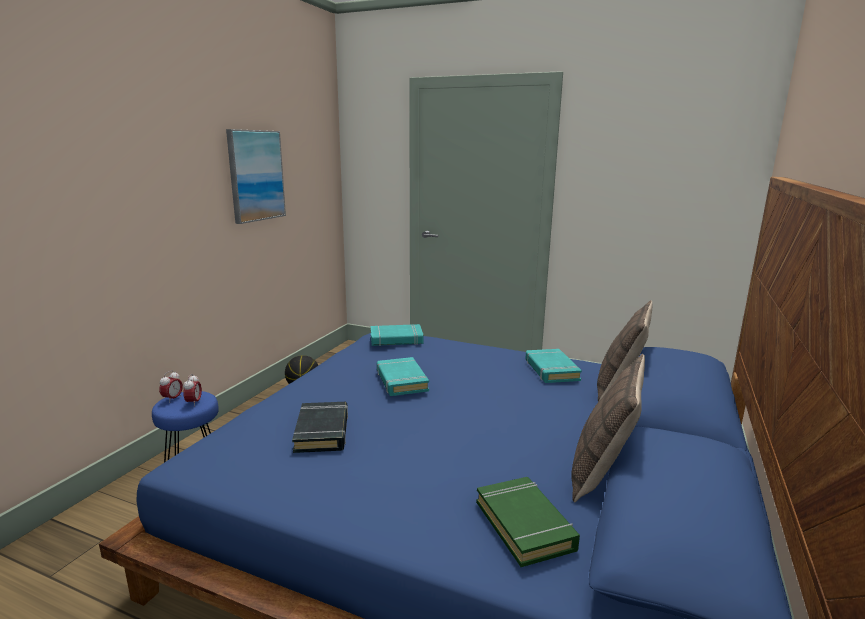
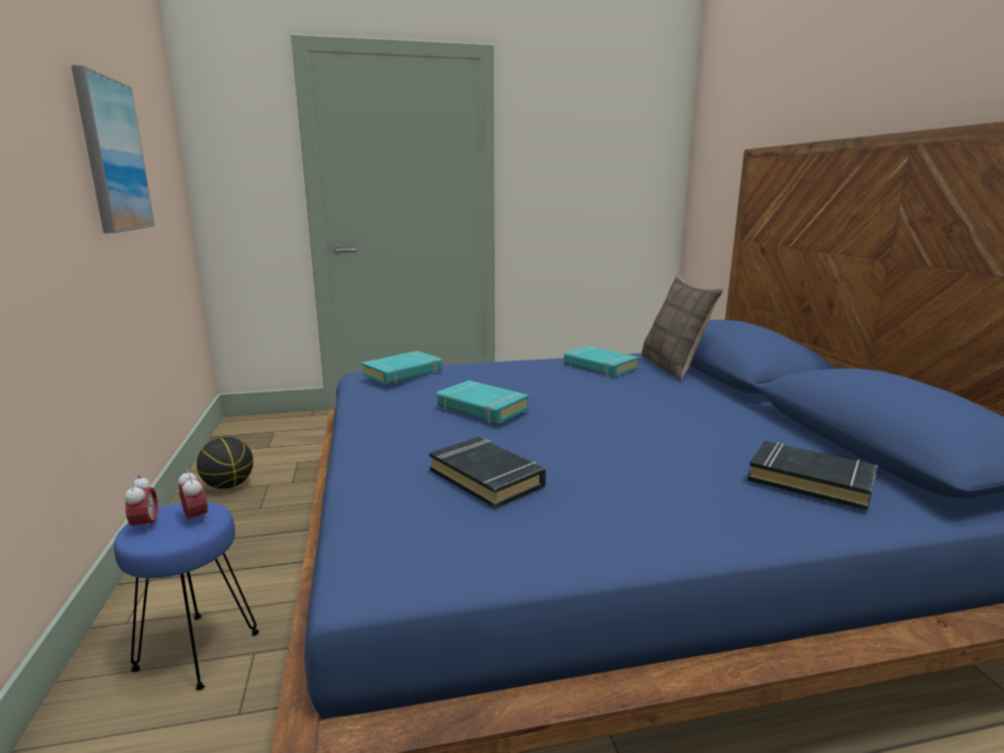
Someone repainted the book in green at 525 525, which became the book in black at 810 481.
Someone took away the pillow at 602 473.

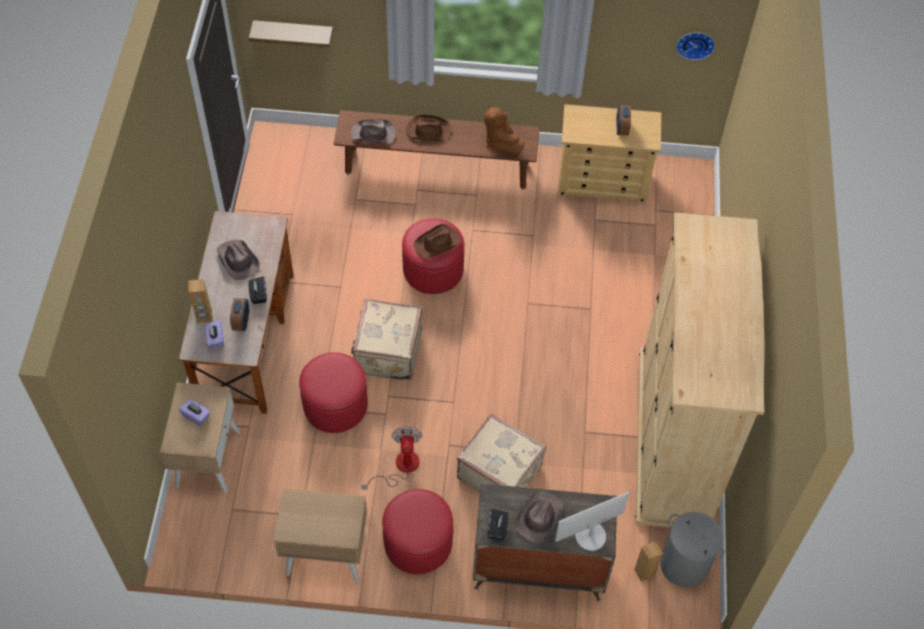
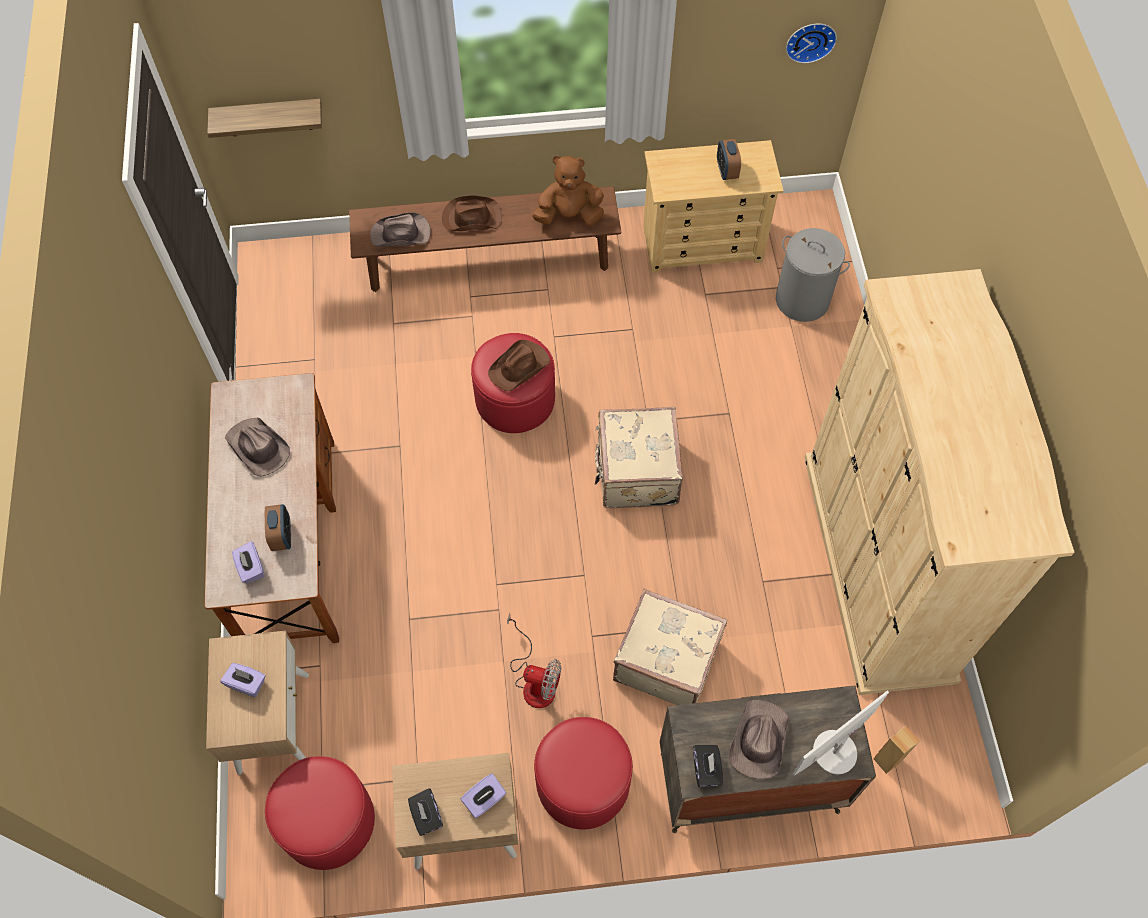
Someone took away the speaker in brown at 204 316.
Someone carried the tissue box in black from 258 295 to 426 816.
Someone carried the ottoman in red from 335 405 to 327 821.
Someone carried the suitcase in beige from 387 352 to 635 472.
Someone rotated the fan at 400 467 by 120 degrees clockwise.
Someone rotated the plush toy in brown at 500 142 by 120 degrees clockwise.
Someone carried the laundry basket in grey from 684 565 to 802 300.
Someone put down the tissue box in purple at 484 799.

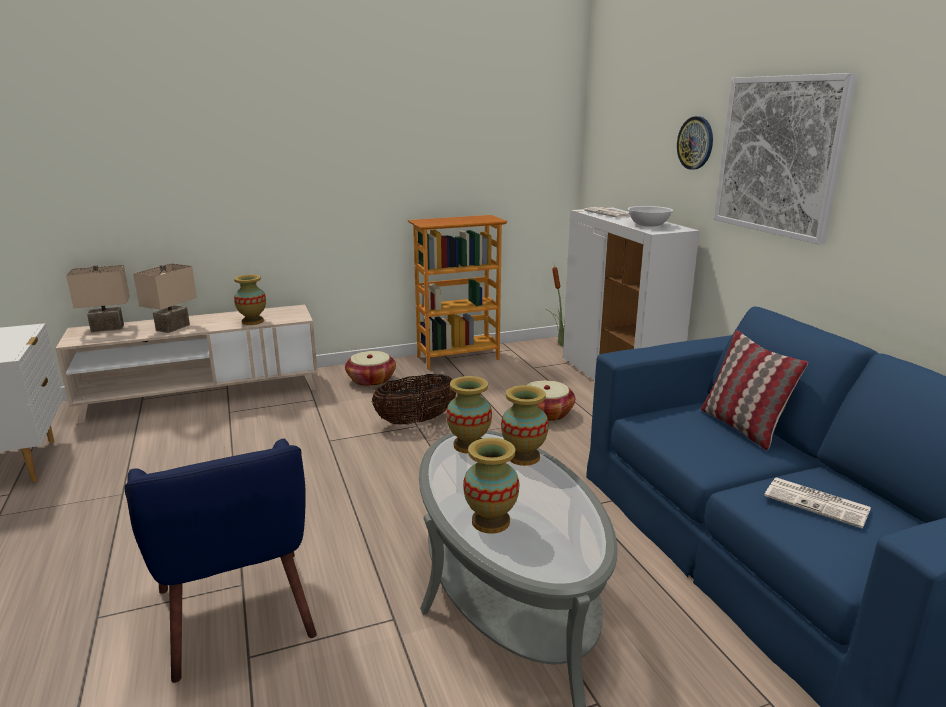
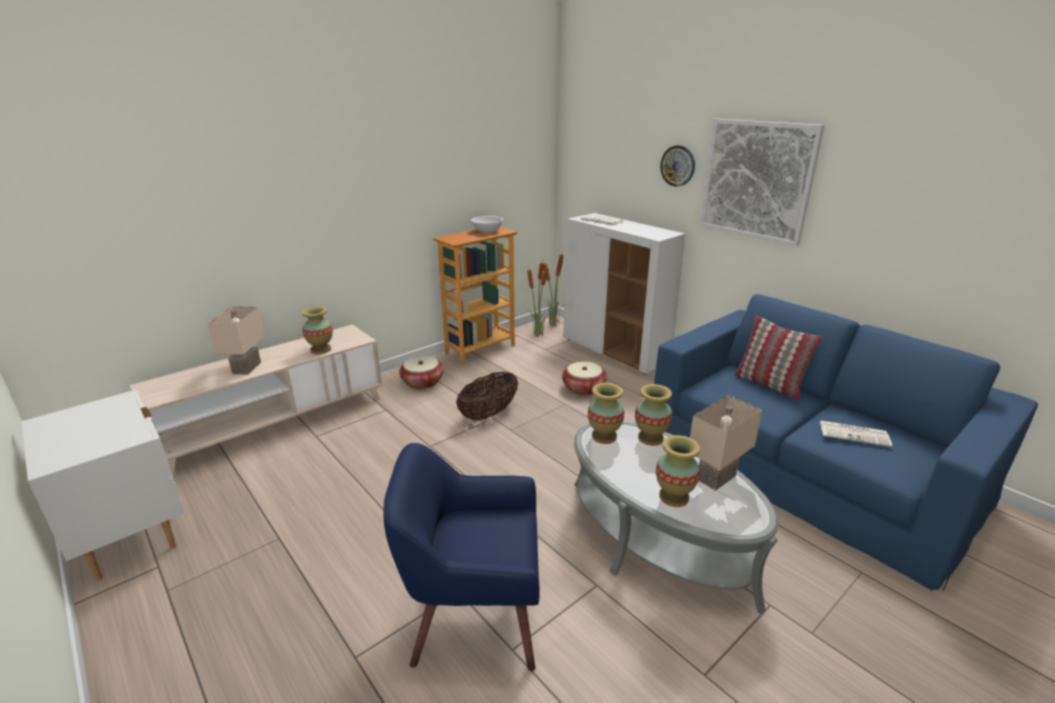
Someone carried the table lamp in beige from 108 327 to 714 476.
Someone rotated the armchair in blue at 237 612 by 135 degrees clockwise.
Someone carried the bowl in white from 648 225 to 487 231.
Someone put down the potted plant at 537 335.

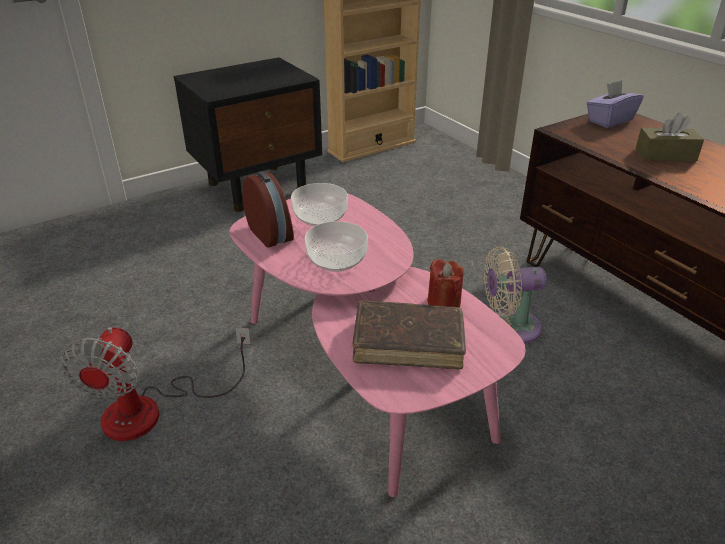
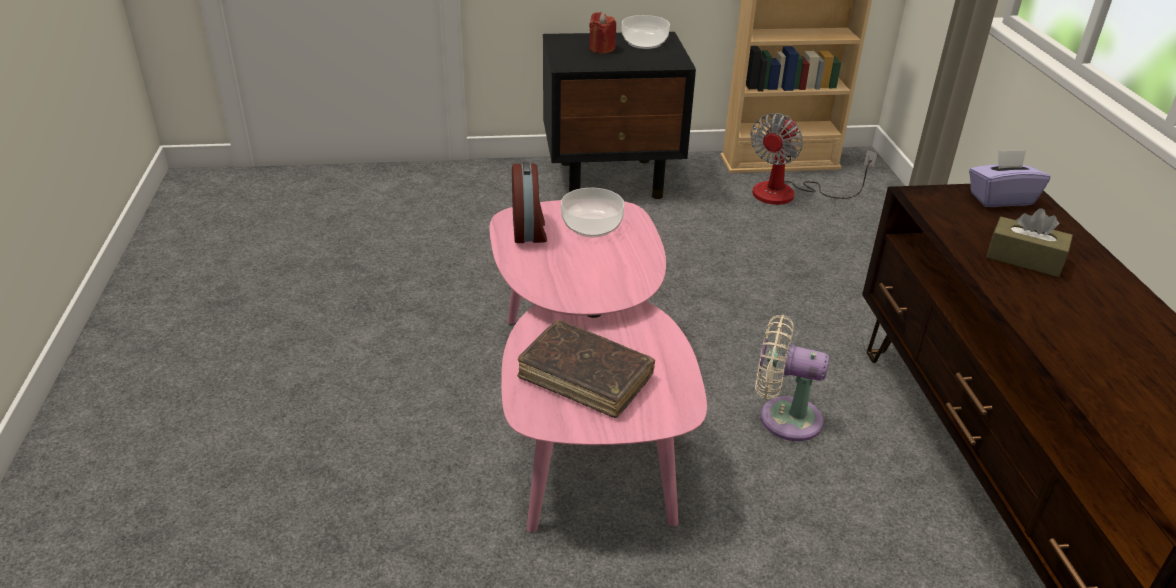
Someone carried the fan from 152 410 to 789 194.
Someone carried the bowl from 337 259 to 645 43.
Someone carried the candle in red from 443 302 to 601 49.

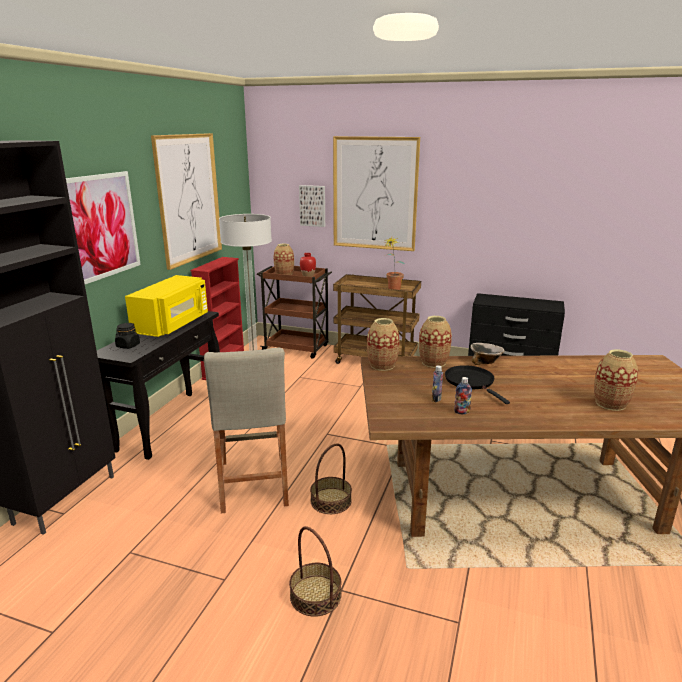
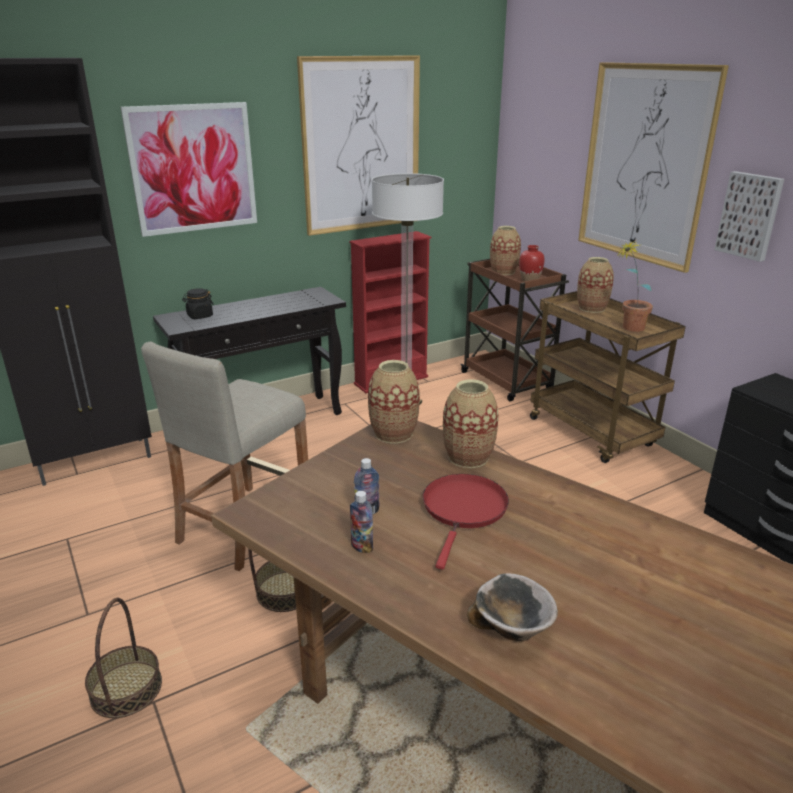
Someone took away the microwave in yellow at 173 324.
Someone carried the picture from 313 205 to 750 215.
Someone repainted the frying pan in black at 471 382, which became the frying pan in red at 464 510.
Someone carried the bowl from 485 361 to 513 628.
Someone carried the vase from 610 404 to 591 308.

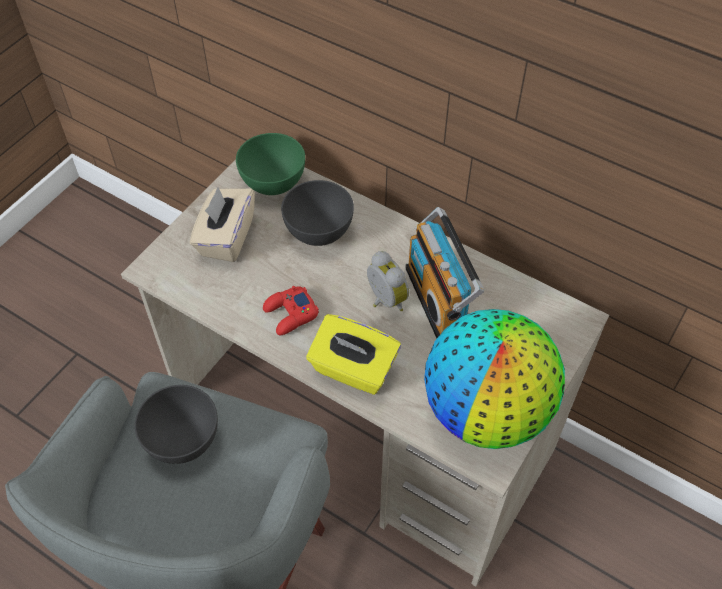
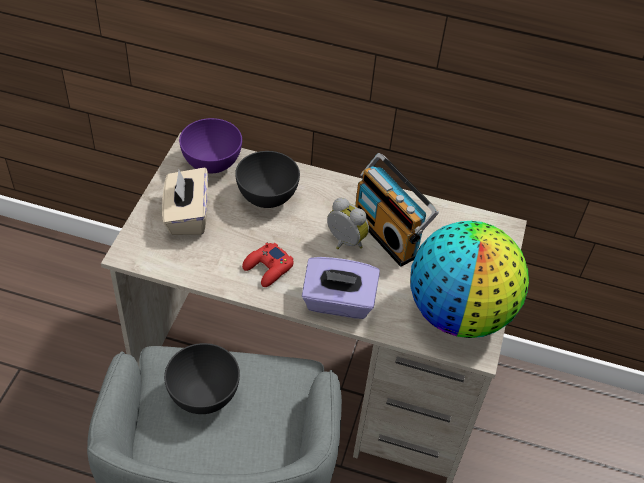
Someone repainted the bowl in green at 274 182, which became the bowl in purple at 212 163.
Someone repainted the tissue box in yellow at 353 369, which became the tissue box in purple at 338 302.

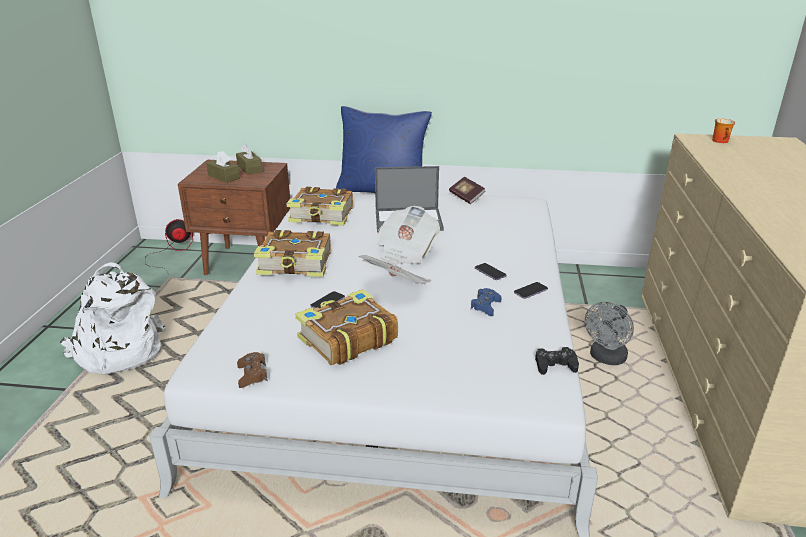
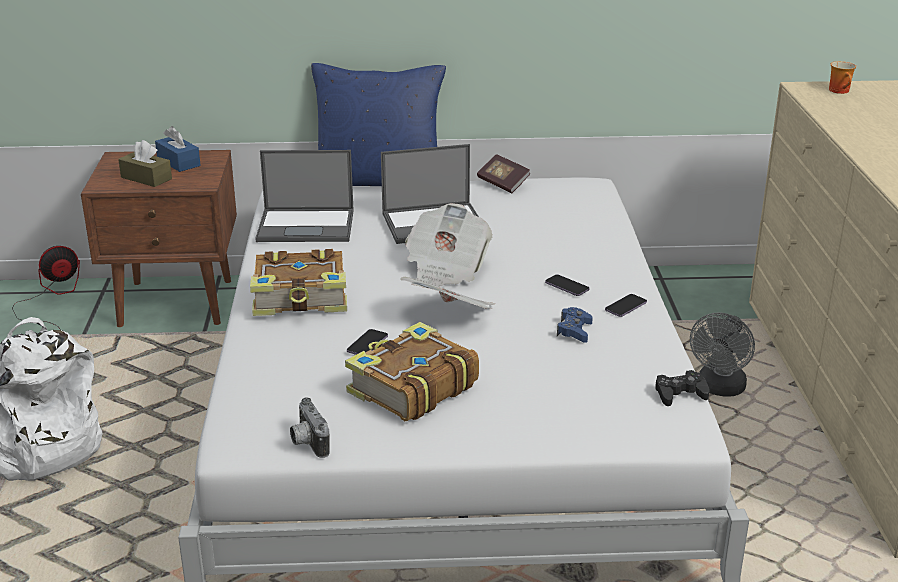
Someone repainted the tissue box in brown at 249 168, which became the tissue box in blue at 178 162.
Someone swapped the game controller in brown at 252 374 for the photo camera at 307 443.
Someone swapped the book at 322 216 for the laptop at 307 226.

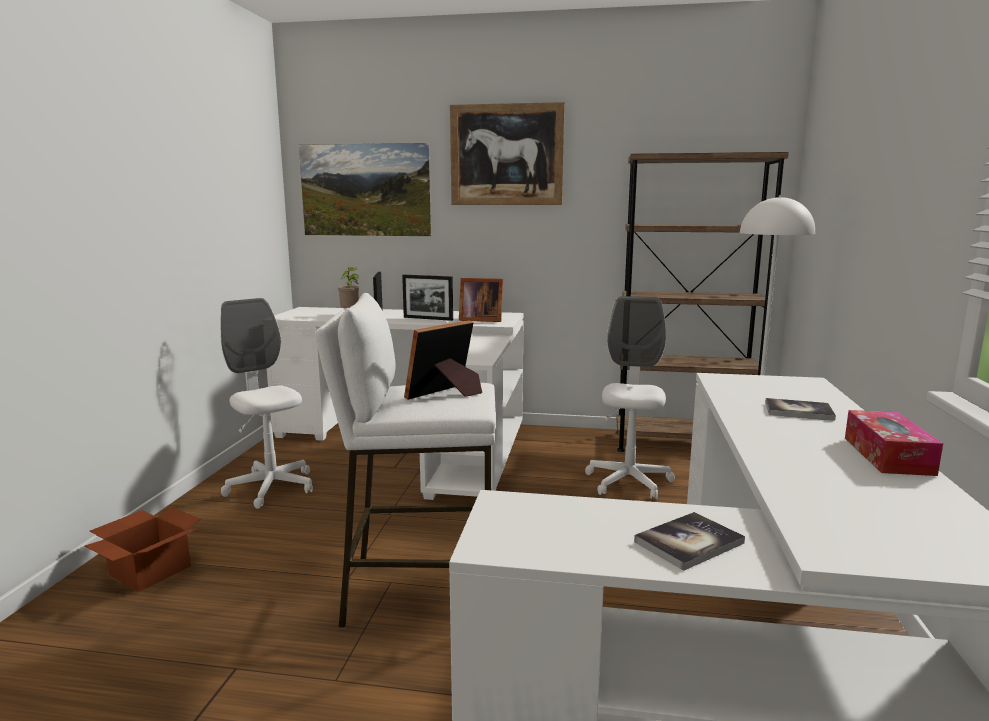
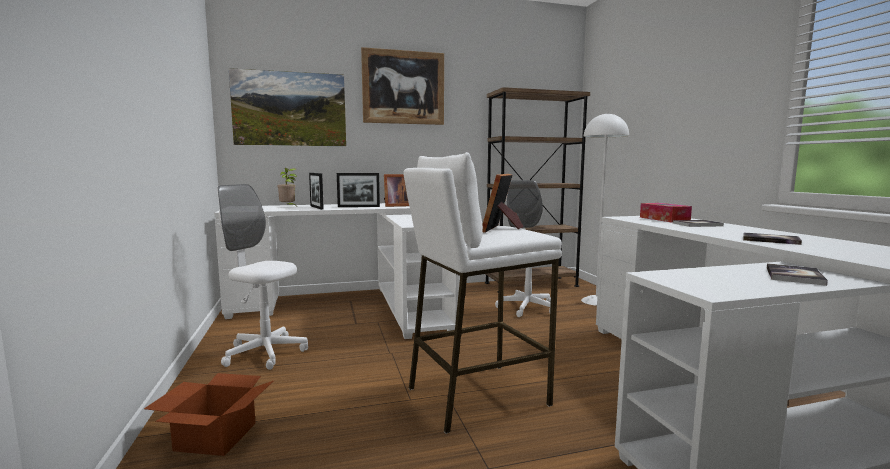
Someone carried the tissue box from 887 455 to 664 219.
Someone put down the book at 770 240.

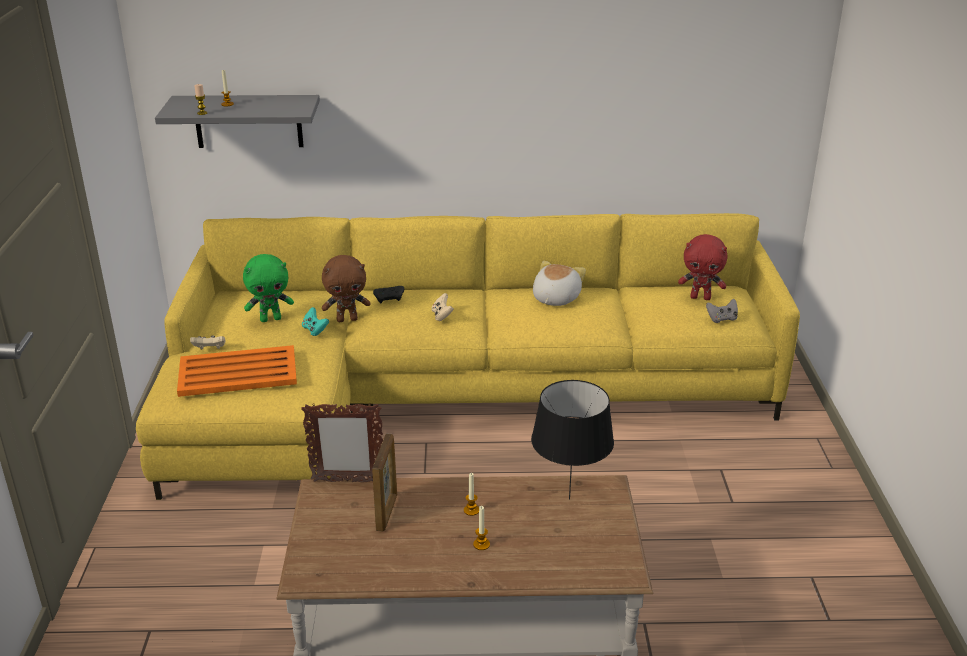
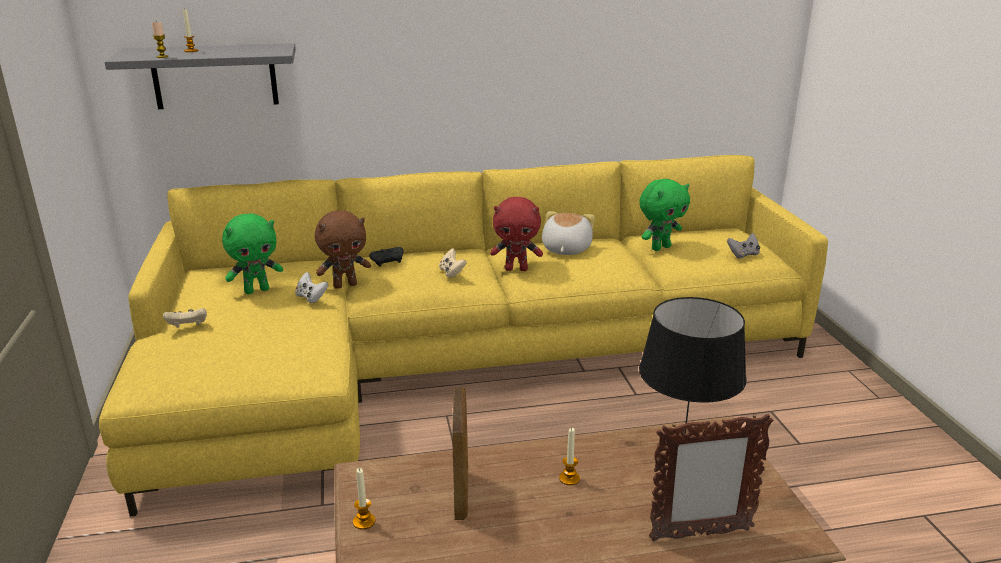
Someone took away the tray in orange at 236 372.
Someone carried the picture frame from 347 481 to 700 534.
Someone repainted the game controller in turquoise at 315 330, which became the game controller in white at 311 298.
Someone carried the candle from 481 544 to 364 521.
Someone carried the plush toy in red from 700 297 to 516 269.
Someone put down the plush toy in green at 660 248.

